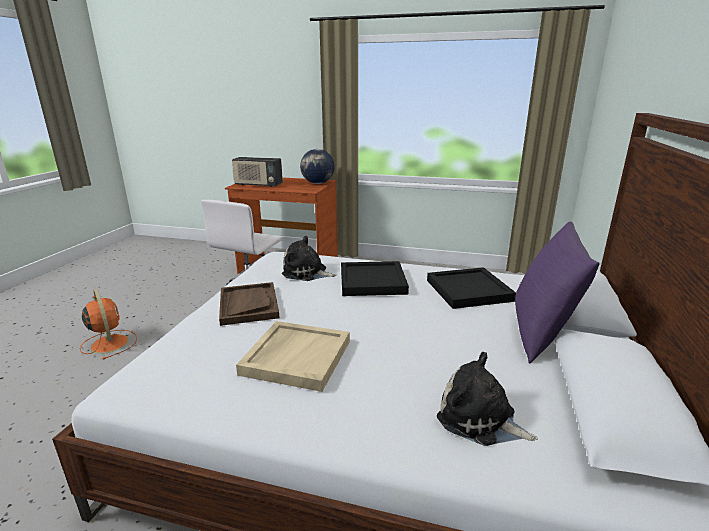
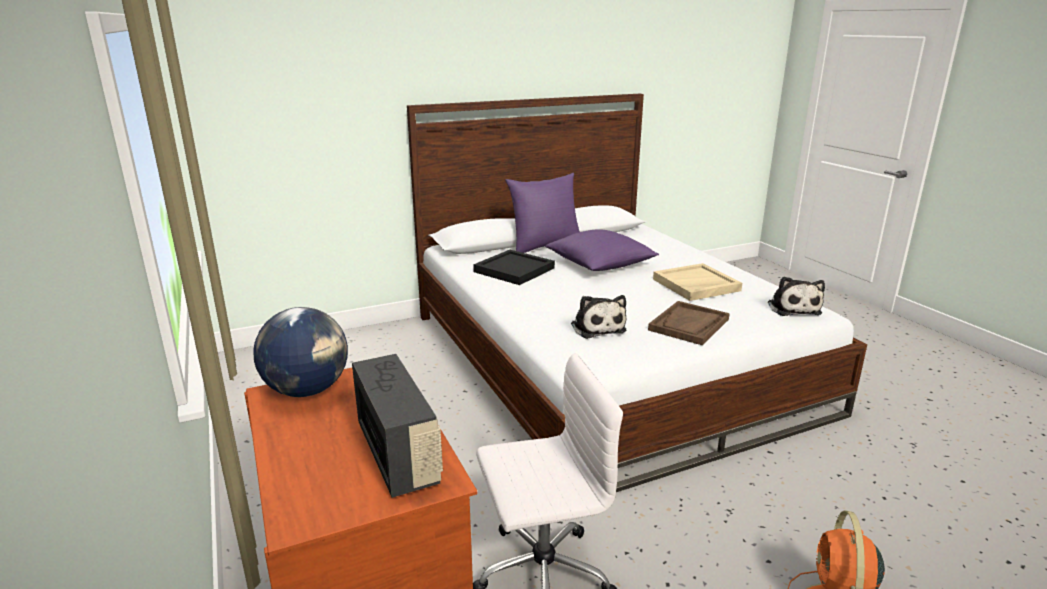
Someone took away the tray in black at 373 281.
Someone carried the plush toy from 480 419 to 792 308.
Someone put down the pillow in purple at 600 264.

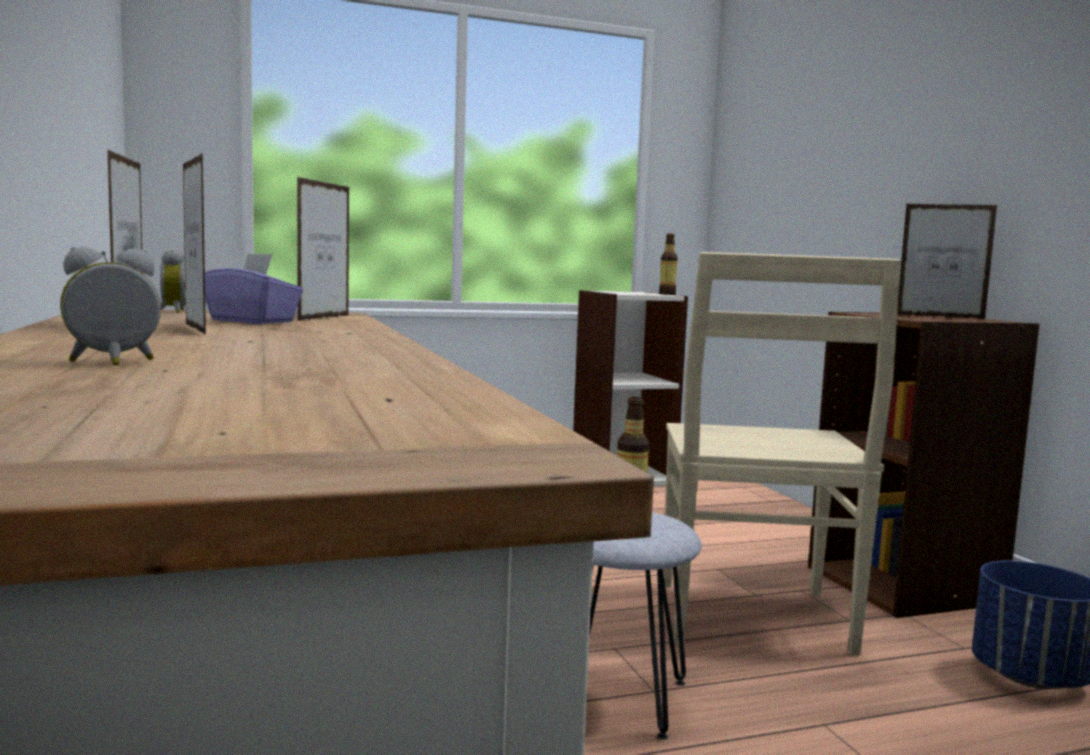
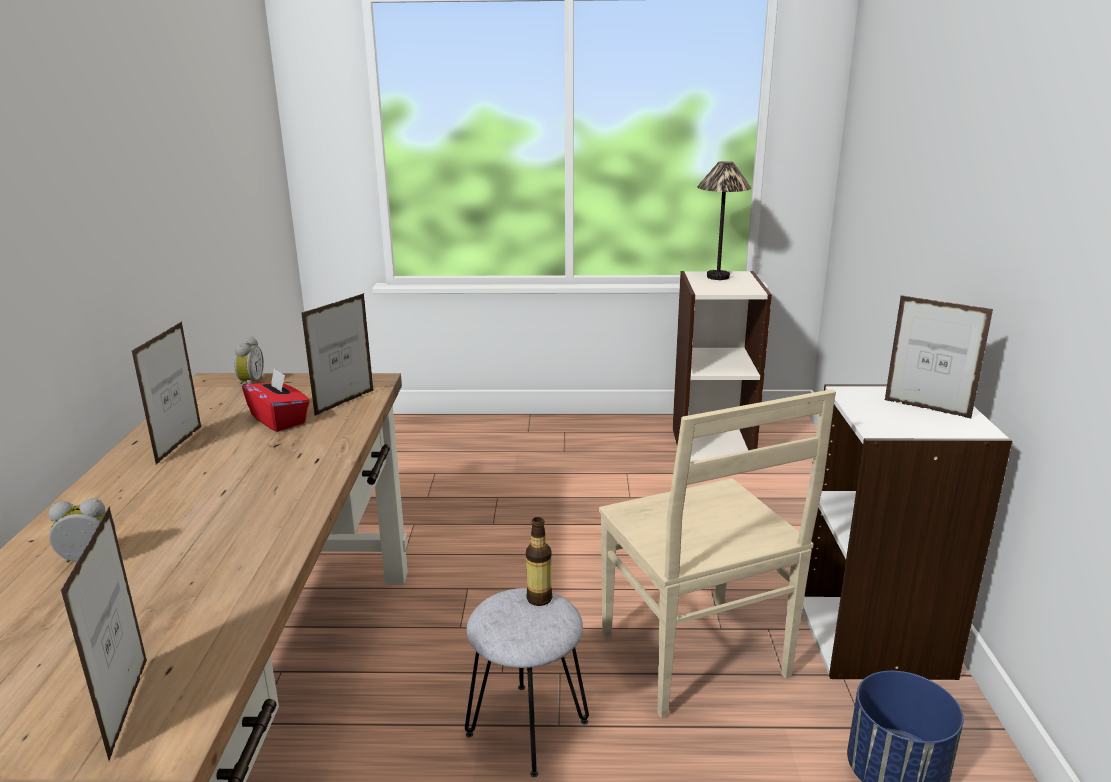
Someone carried the picture frame from 195 329 to 129 707.
Someone repainted the tissue box in purple at 253 321, which became the tissue box in red at 279 420.
Someone took away the bottle at 667 294.
Someone rotated the chair in beige at 753 619 by 45 degrees counterclockwise.
Someone repainted the bookcase in brown at 904 585, which became the bookcase in white at 875 636.
Someone put down the table lamp at 718 277.

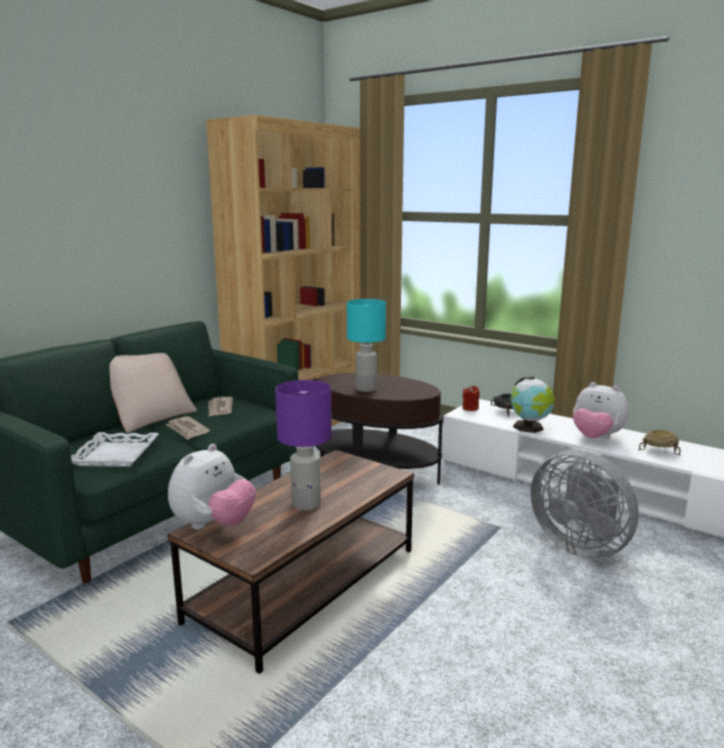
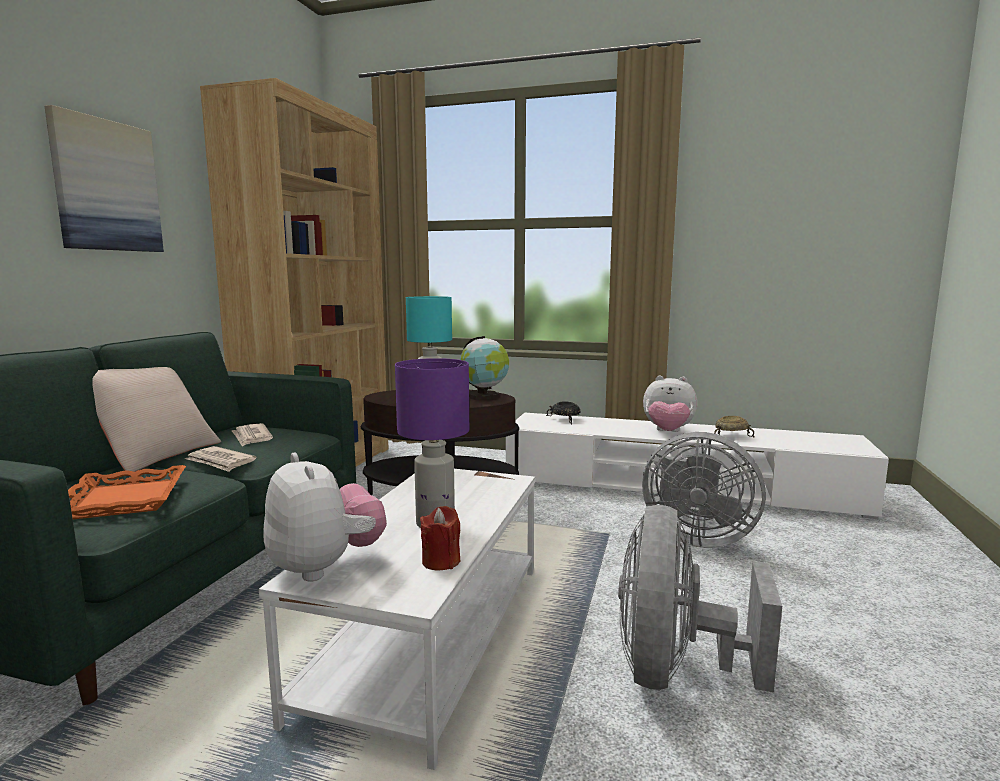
Someone repainted the tray in white at 115 455, which became the tray in orange at 123 500.
Someone repainted the coffee table in brown at 305 584, which became the coffee table in white at 429 635.
Someone rotated the plush toy at 213 525 by 45 degrees counterclockwise.
Someone carried the candle in red from 470 408 to 441 561.
Someone carried the globe from 529 427 to 484 396.
Someone put up the picture at 106 186.
Someone put down the fan in grey at 675 671.

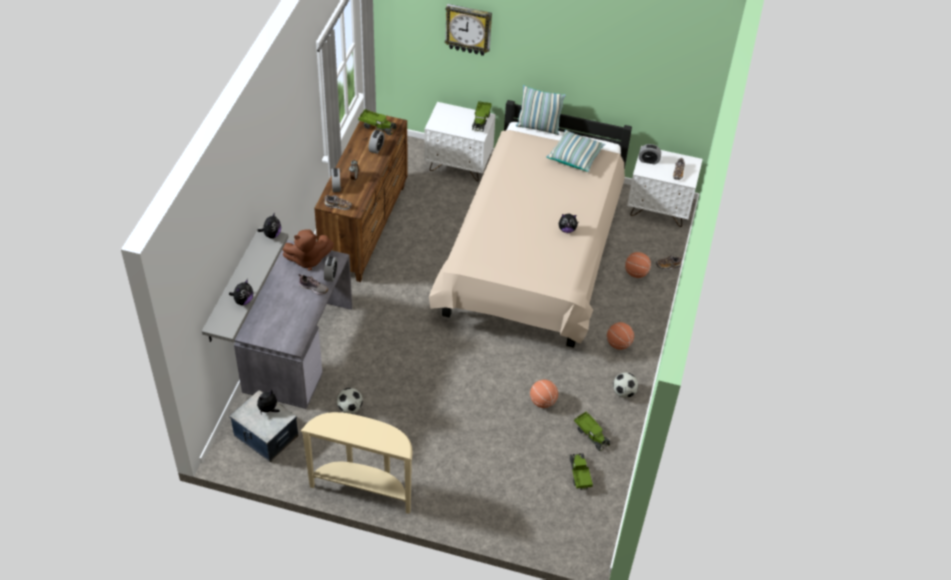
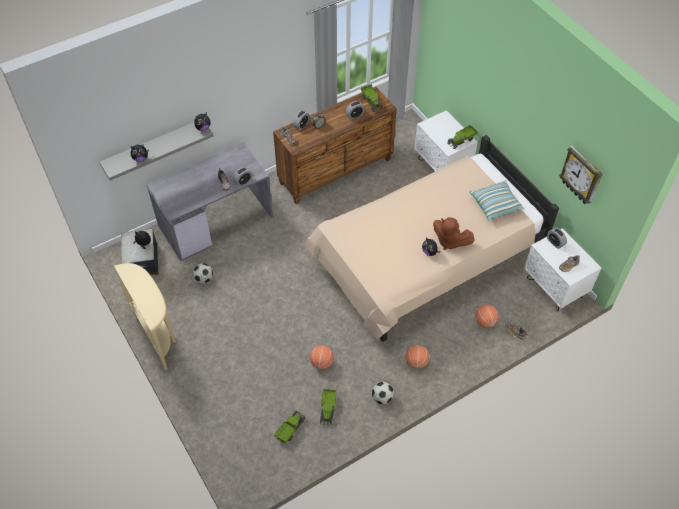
Someone carried the plush toy in brown from 308 260 to 449 241.
Someone carried the wall clock from 468 29 to 581 176.
Someone took away the pillow at 538 127.

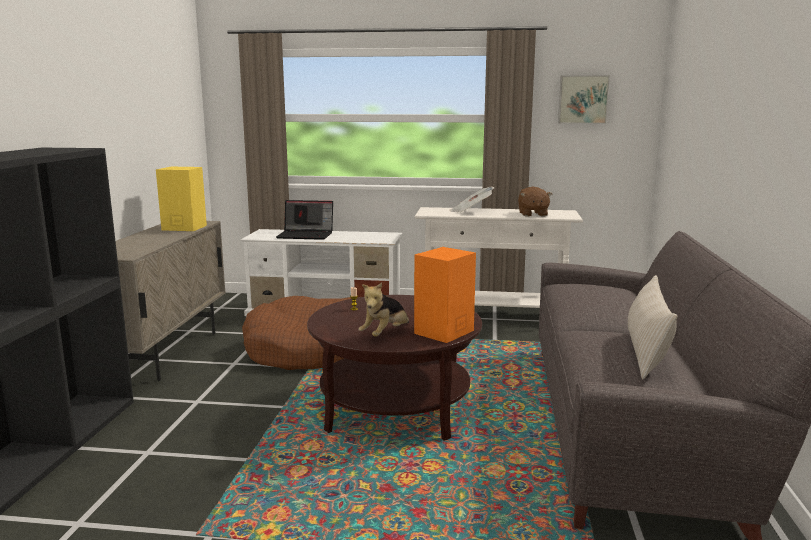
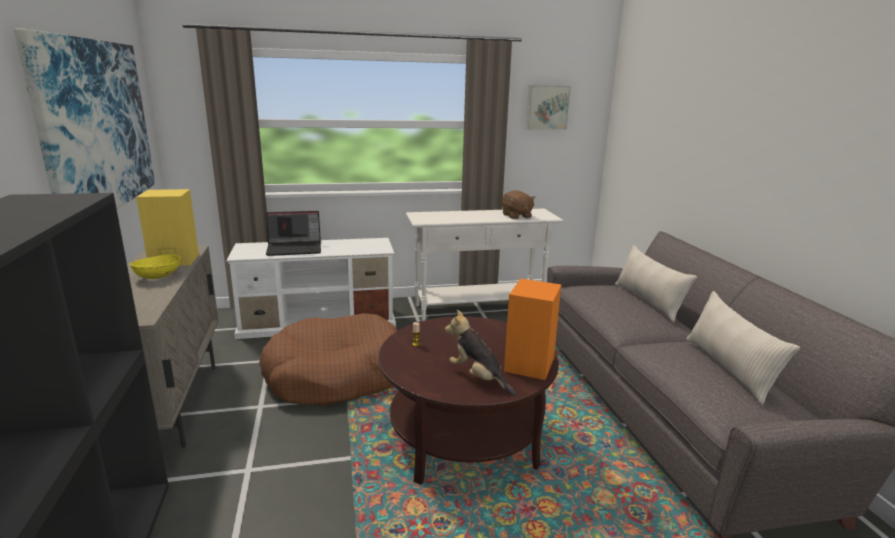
Someone rotated the plush toy at 385 334 by 120 degrees clockwise.
Someone took away the newspaper at 471 211.
Someone put up the picture at 97 126.
Someone put down the bowl in yellow at 158 276.
Someone put down the pillow in beige at 648 301.

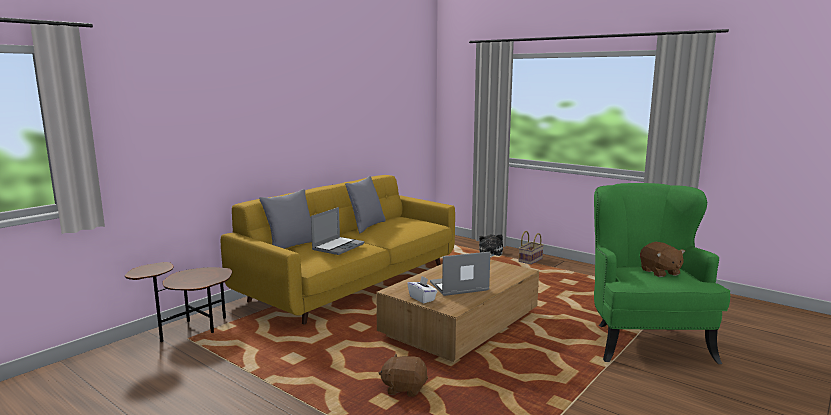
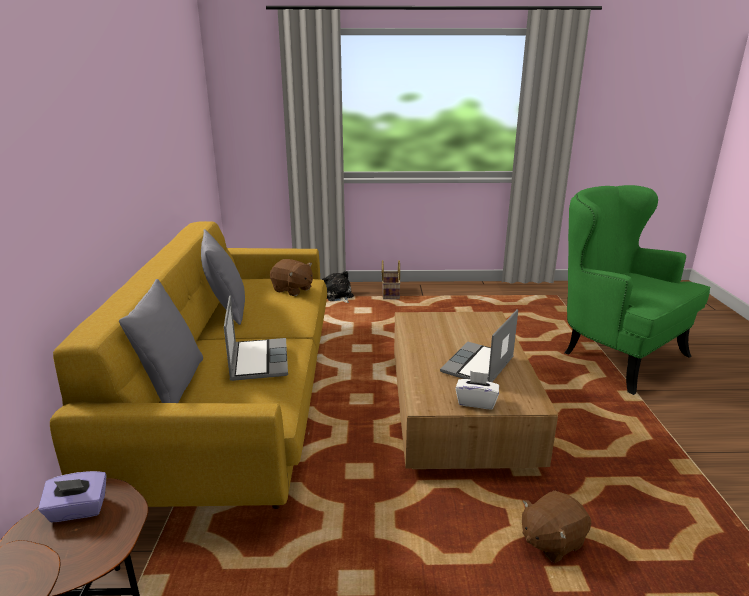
Someone carried the plush toy in brown from 660 272 to 292 290.
Someone put down the tissue box in purple at 78 510.

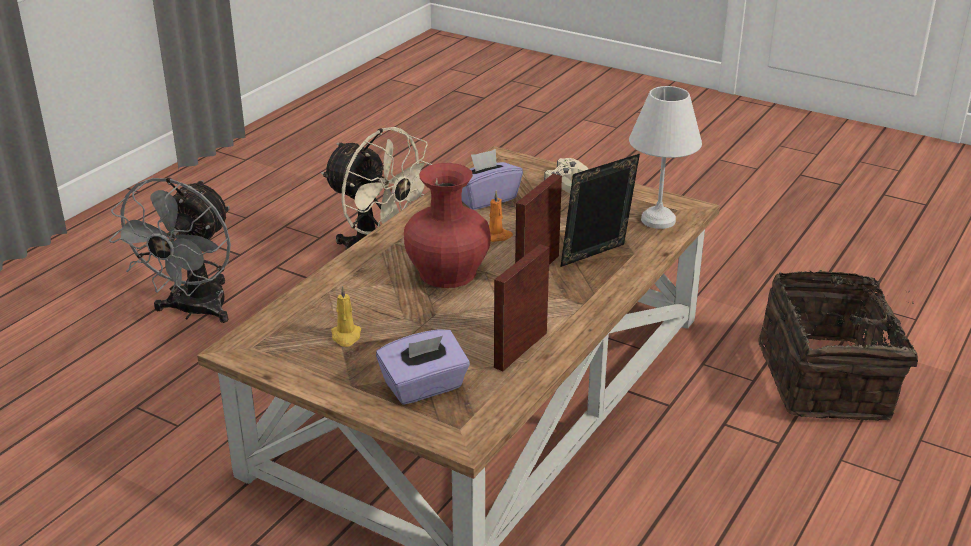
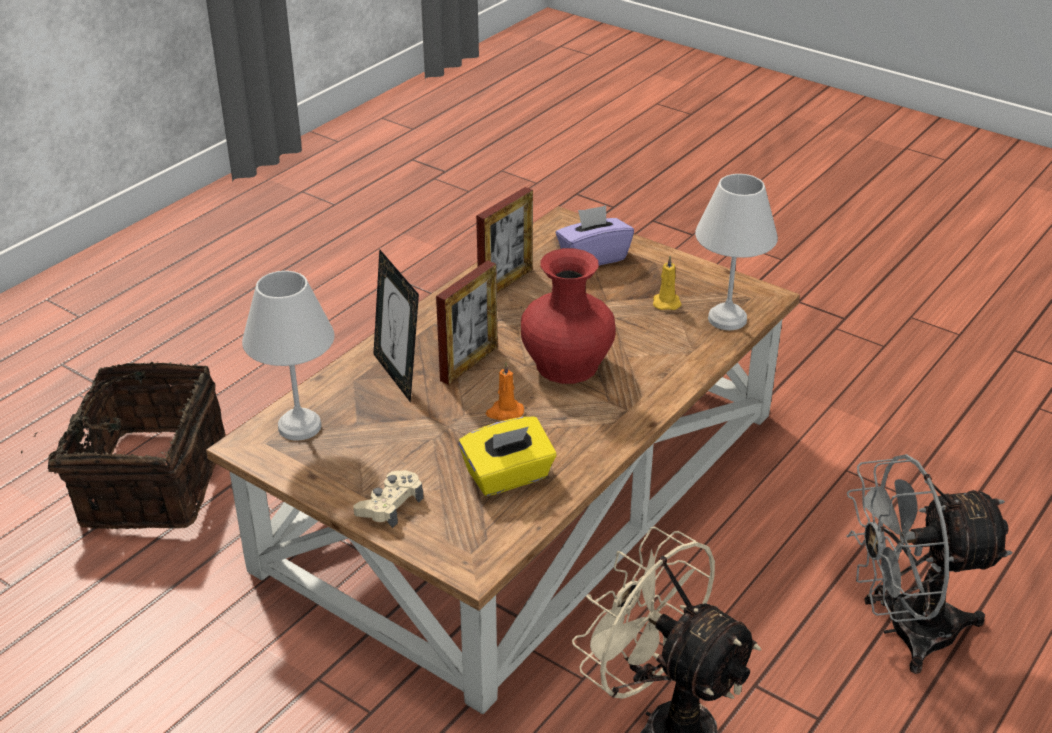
Someone rotated the fan in grey at 194 311 by 120 degrees counterclockwise.
Someone repainted the tissue box in purple at 486 198, which became the tissue box in yellow at 508 477.
Someone rotated the picture frame at 596 258 by 90 degrees clockwise.
Someone put down the table lamp in white at 725 319.

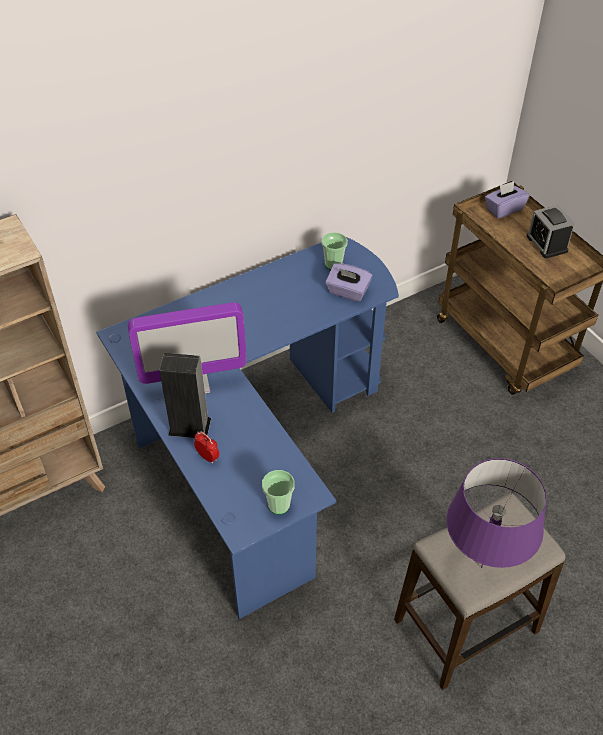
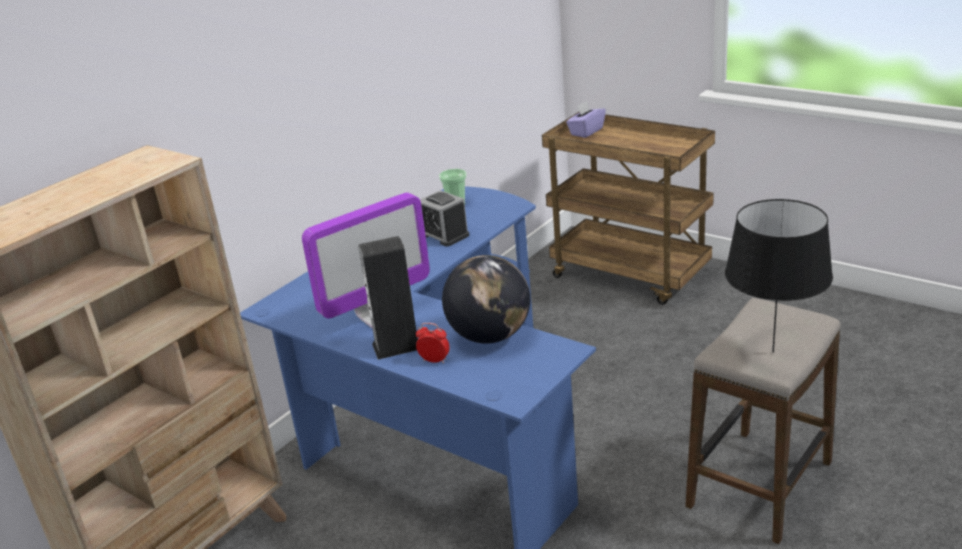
Someone took away the cup at 279 505.
Someone took away the tissue box in purple at 347 292.
Someone repainted the table lamp in purple at 481 567, which became the table lamp in black at 773 352.
Someone carried the alarm clock from 546 243 to 444 235.
Someone put down the globe at 490 336.

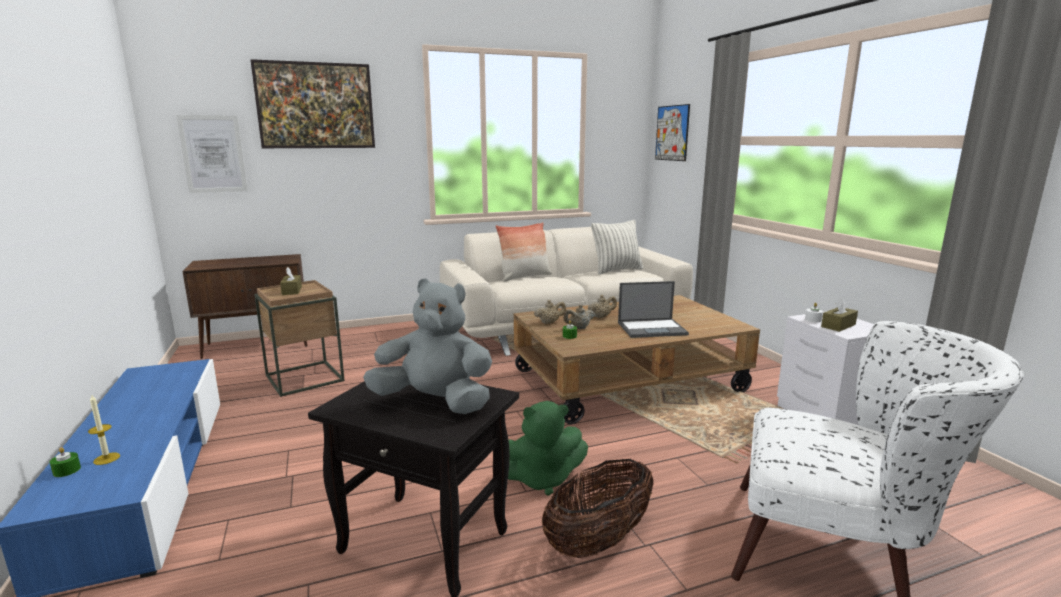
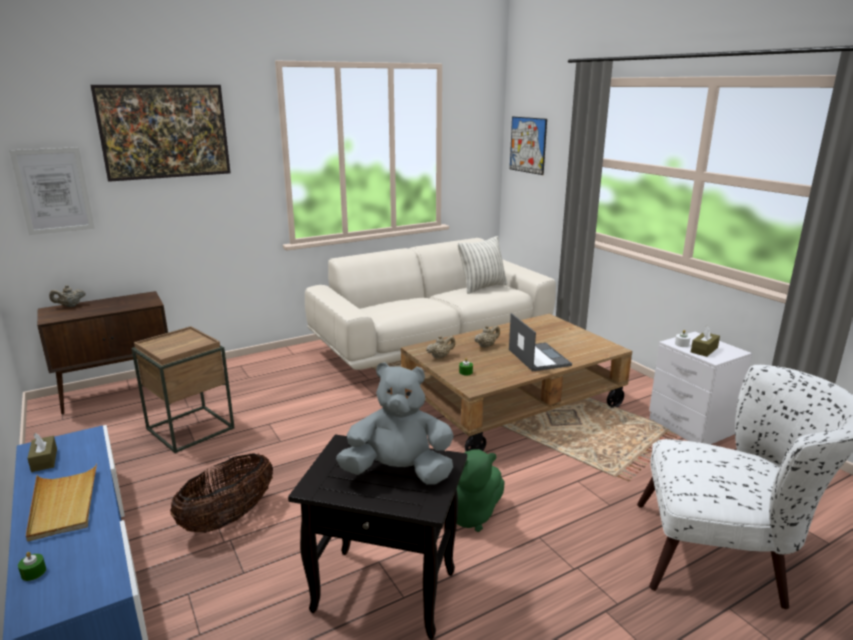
Someone took away the candle at 106 458.
Someone carried the tissue box in brown from 292 291 to 44 460.
Someone took away the pillow at 524 277.
Someone carried the basket from 598 540 to 228 518.
Someone carried the teapot in beige from 579 328 to 70 306.
Someone rotated the laptop at 652 328 by 90 degrees counterclockwise.
Someone put down the tray in beige at 64 504.

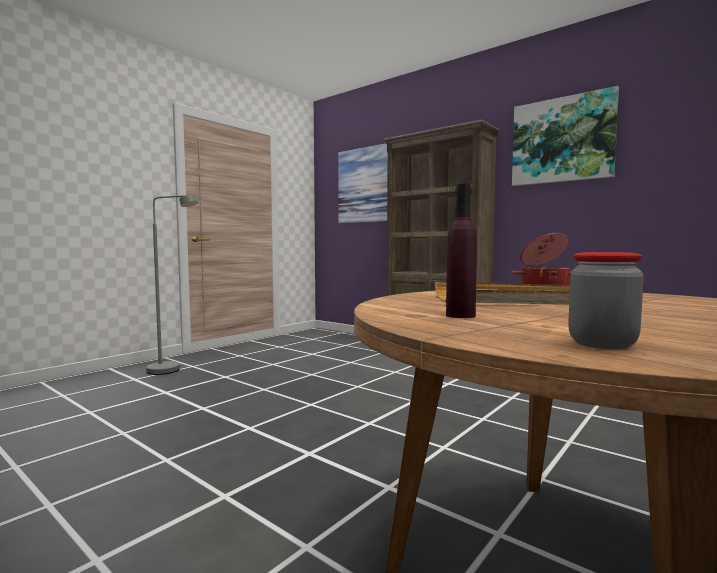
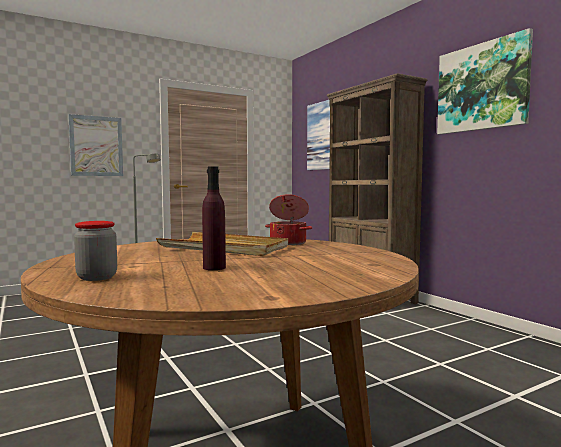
Someone carried the bottle in purple from 460 315 to 214 268.
Someone put up the picture at 96 146.

